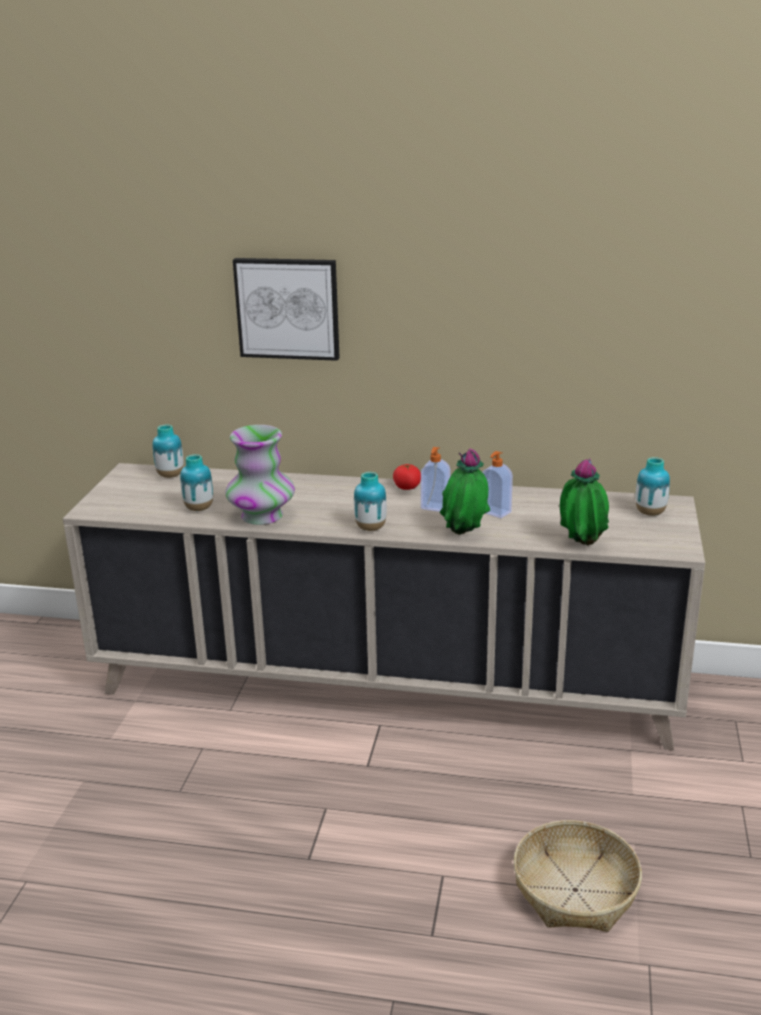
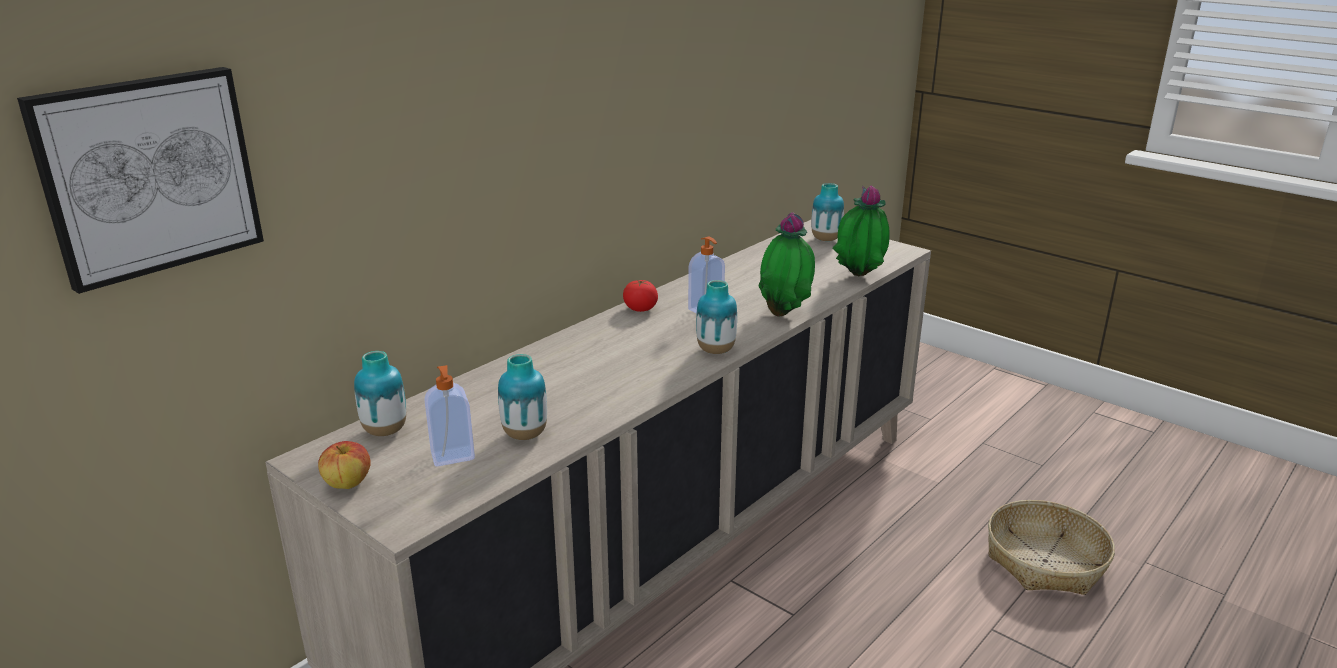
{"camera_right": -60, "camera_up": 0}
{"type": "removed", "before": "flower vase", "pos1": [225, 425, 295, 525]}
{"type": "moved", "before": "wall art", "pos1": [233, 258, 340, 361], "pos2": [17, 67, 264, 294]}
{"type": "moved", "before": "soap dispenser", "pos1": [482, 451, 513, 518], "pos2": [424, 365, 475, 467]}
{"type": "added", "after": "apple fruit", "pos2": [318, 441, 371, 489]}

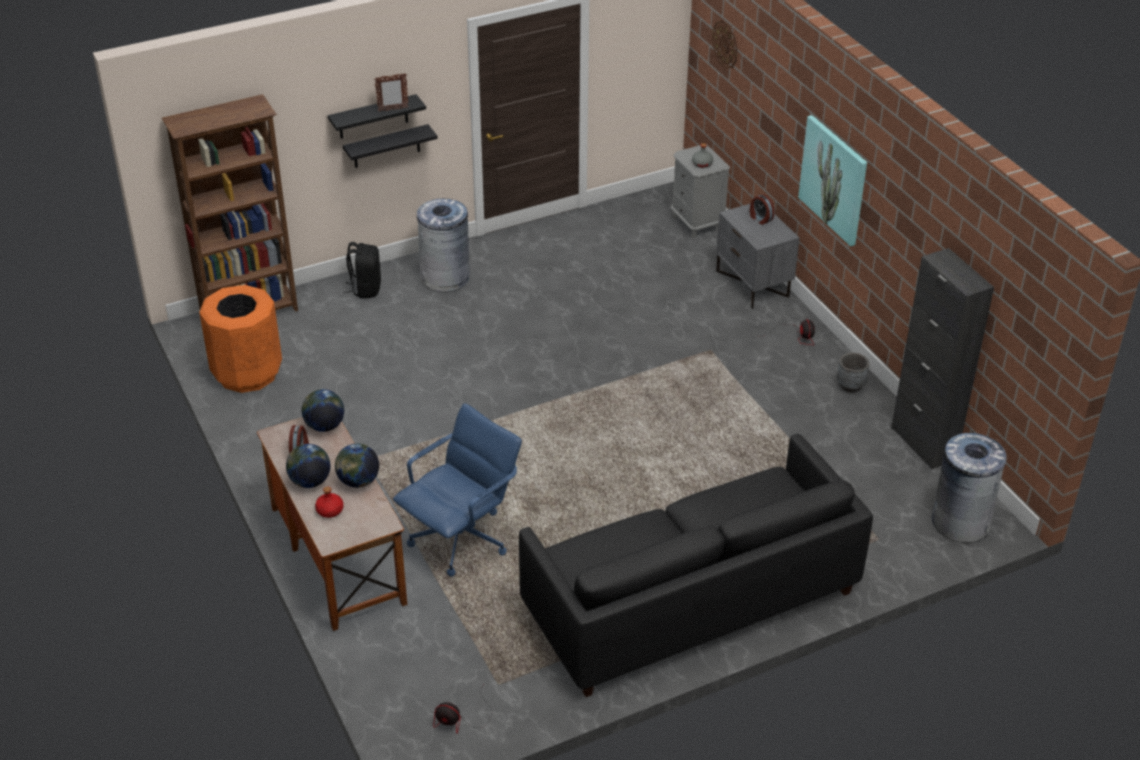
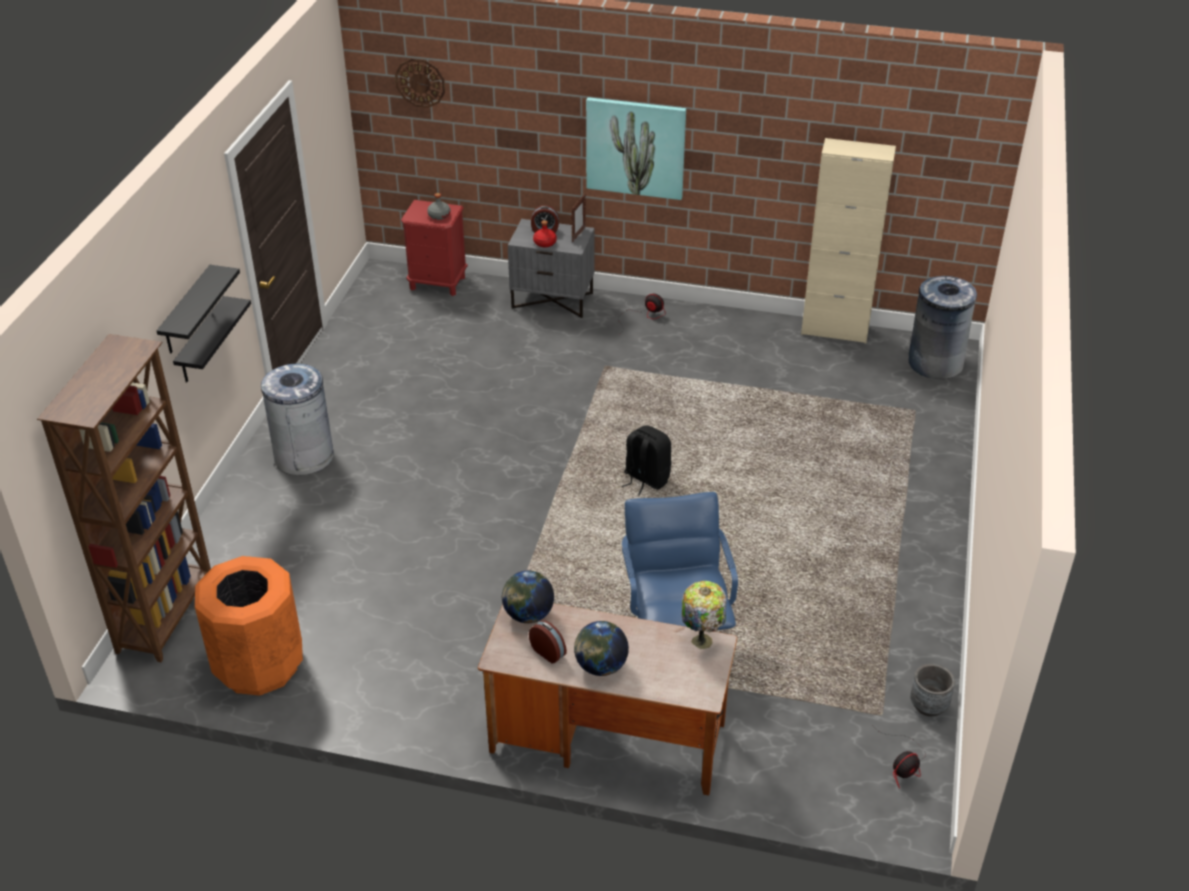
{"camera_right": -50, "camera_up": 0}
{"type": "moved", "before": "reddish beverage bottle", "pos1": [315, 487, 344, 518], "pos2": [533, 220, 557, 247]}
{"type": "removed", "before": "world globe", "pos1": [335, 443, 379, 488]}
{"type": "moved", "before": "blackish knapsack", "pos1": [344, 242, 381, 298], "pos2": [622, 425, 672, 496]}
{"type": "moved", "before": "picture frame", "pos1": [374, 73, 409, 112], "pos2": [571, 194, 586, 242]}
{"type": "removed", "before": "blackish settee", "pos1": [519, 434, 873, 697]}
{"type": "recoloured", "before": "gray nightstand", "after": "reddish nightstand", "pos1": [671, 144, 730, 239], "pos2": [401, 200, 468, 296]}
{"type": "moved", "before": "gray flower pot", "pos1": [837, 353, 870, 393], "pos2": [910, 664, 955, 717]}
{"type": "recoloured", "before": "blackish cupboard", "after": "beige cupboard", "pos1": [891, 248, 994, 469], "pos2": [801, 138, 896, 343]}
{"type": "added", "after": "tabletop lamp", "pos2": [682, 581, 727, 649]}

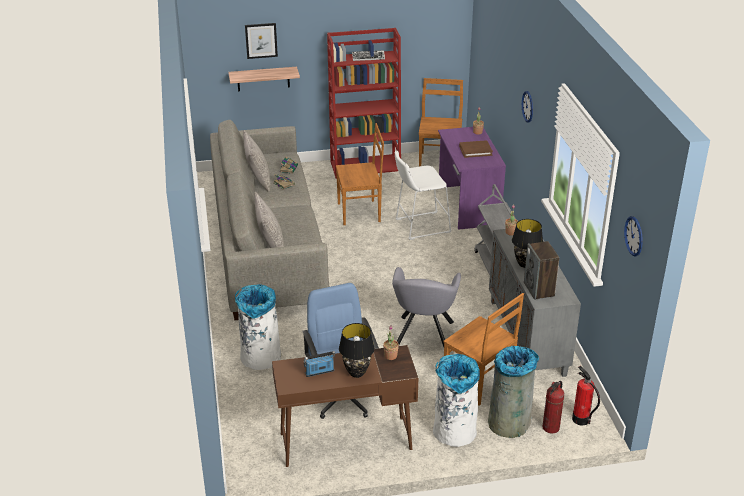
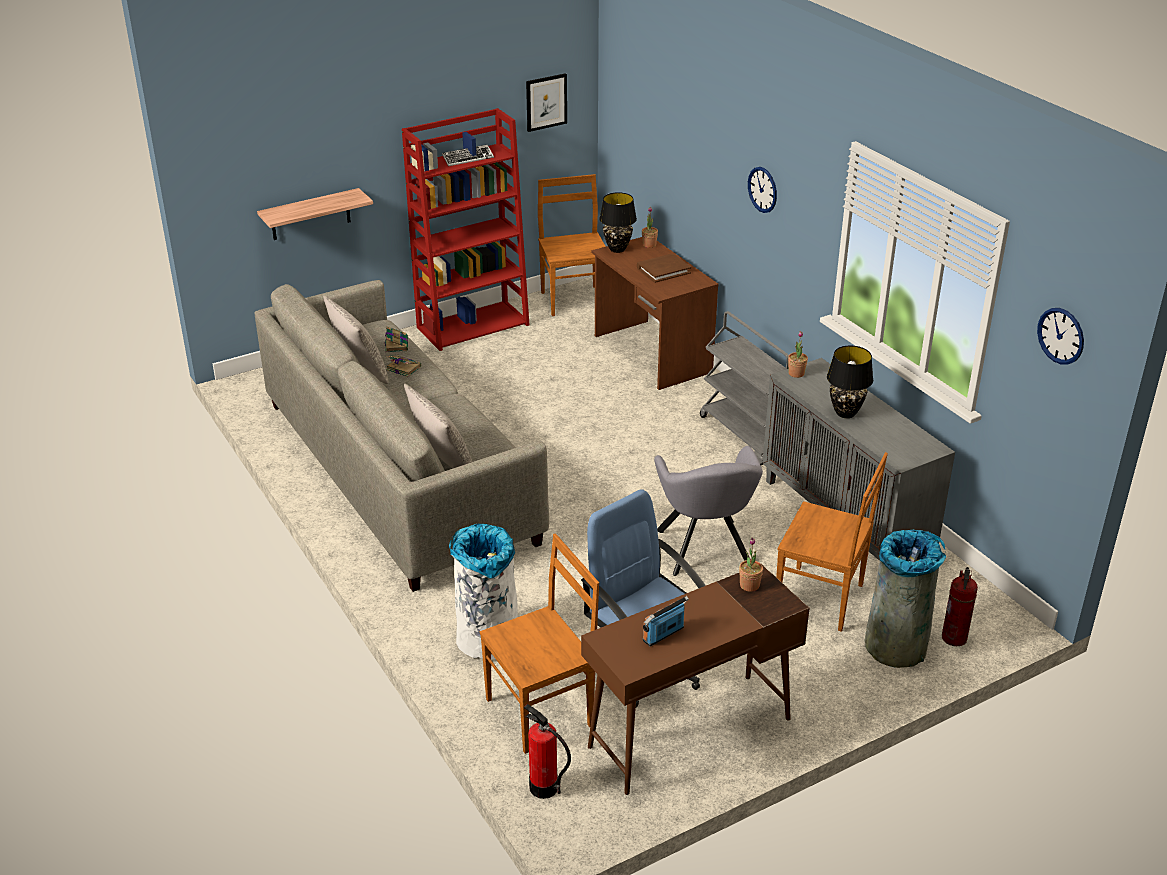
{"camera_right": -20, "camera_up": 0}
{"type": "moved", "before": "wall art", "pos1": [245, 23, 278, 59], "pos2": [526, 73, 567, 132]}
{"type": "moved", "before": "brown-coloured chair", "pos1": [336, 123, 384, 225], "pos2": [480, 534, 599, 754]}
{"type": "moved", "before": "blackish tabletop lamp", "pos1": [339, 323, 374, 378], "pos2": [599, 192, 637, 253]}
{"type": "removed", "before": "white-coloured stool", "pos1": [395, 150, 452, 240]}
{"type": "removed", "before": "white-coloured rubbish bin", "pos1": [433, 354, 480, 447]}
{"type": "recoloured", "before": "purplish desk unit", "after": "brown-coloured desk unit", "pos1": [438, 127, 506, 230], "pos2": [591, 237, 719, 390]}
{"type": "removed", "before": "loudspeaker", "pos1": [524, 241, 559, 300]}
{"type": "moved", "before": "fire extinguisher", "pos1": [572, 366, 600, 425], "pos2": [524, 704, 571, 799]}

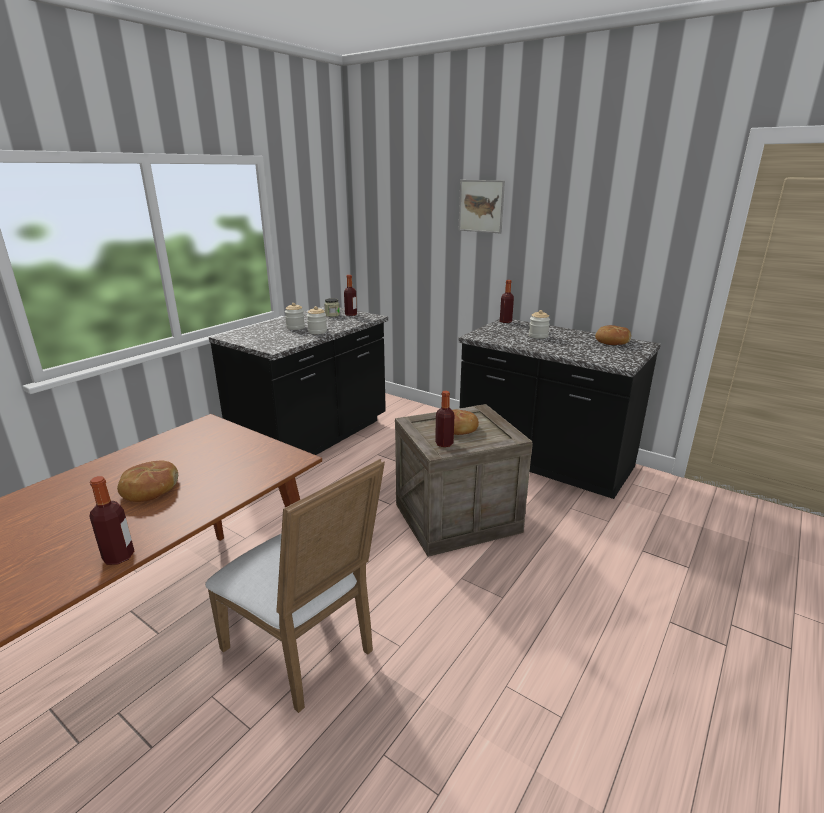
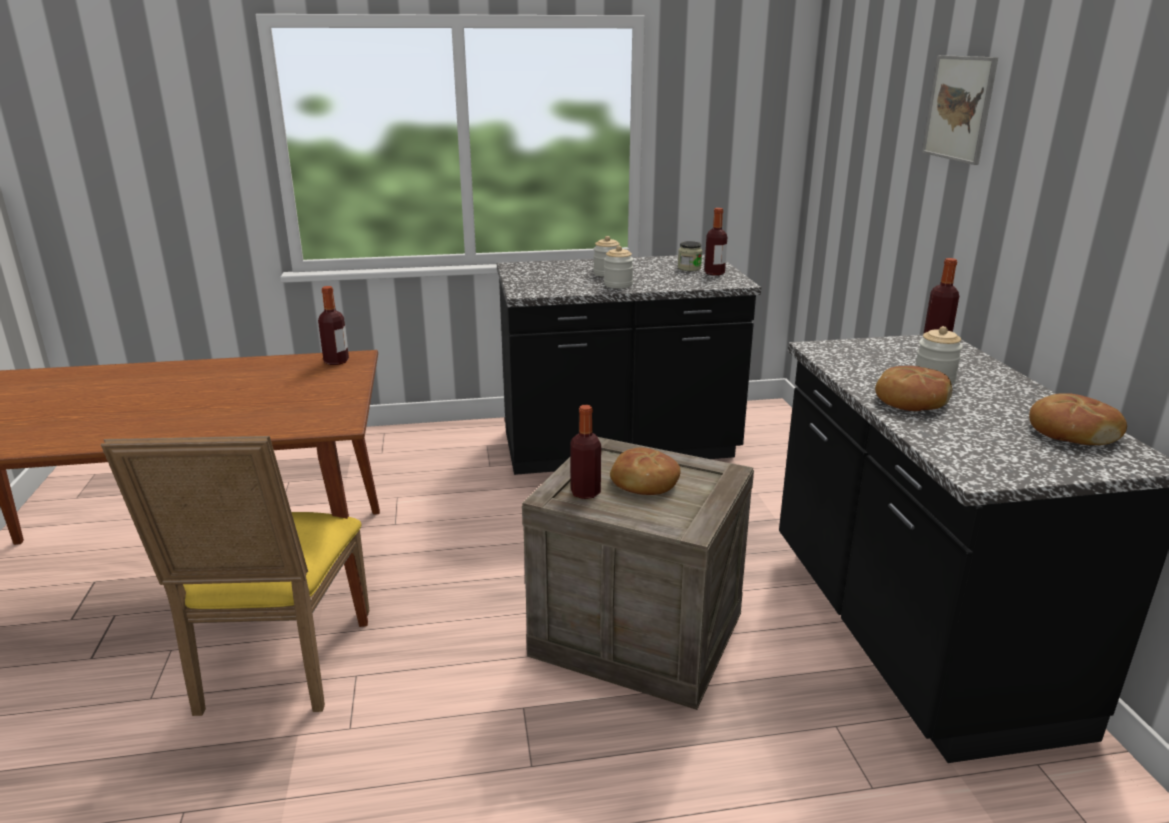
{"camera_right": 45, "camera_up": 0}
{"type": "moved", "before": "beverage bottle", "pos1": [89, 476, 134, 565], "pos2": [318, 286, 349, 365]}
{"type": "moved", "before": "baked bread", "pos1": [117, 460, 178, 502], "pos2": [875, 366, 952, 411]}
{"type": "recoloured", "before": "white-coloured chair", "after": "yellow chair", "pos1": [205, 459, 385, 713], "pos2": [100, 436, 369, 716]}

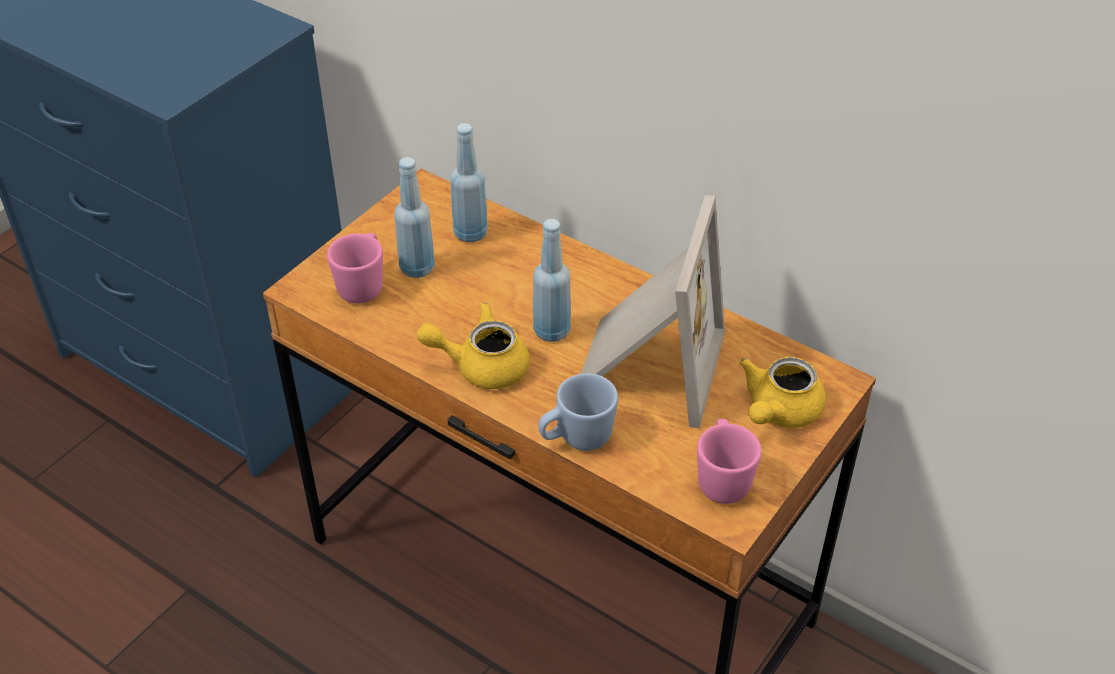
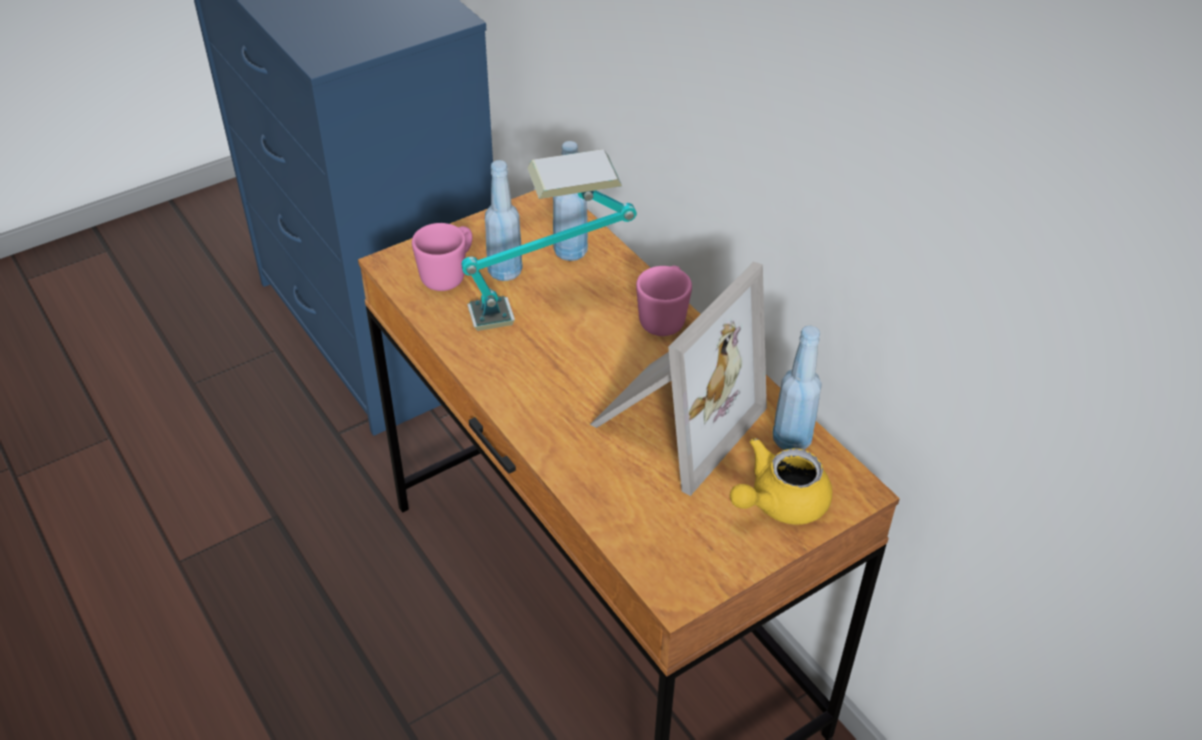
{"camera_right": 20, "camera_up": 0}
{"type": "removed", "before": "yellow pot for tea", "pos1": [417, 302, 530, 389]}
{"type": "moved", "before": "blue-coloured beverage bottle", "pos1": [533, 219, 571, 342], "pos2": [773, 326, 822, 450]}
{"type": "removed", "before": "blue-coloured coffee mug", "pos1": [538, 373, 618, 451]}
{"type": "moved", "before": "pink coffee mug", "pos1": [697, 419, 761, 504], "pos2": [636, 266, 692, 336]}
{"type": "added", "after": "tabletop lamp", "pos2": [461, 149, 637, 331]}

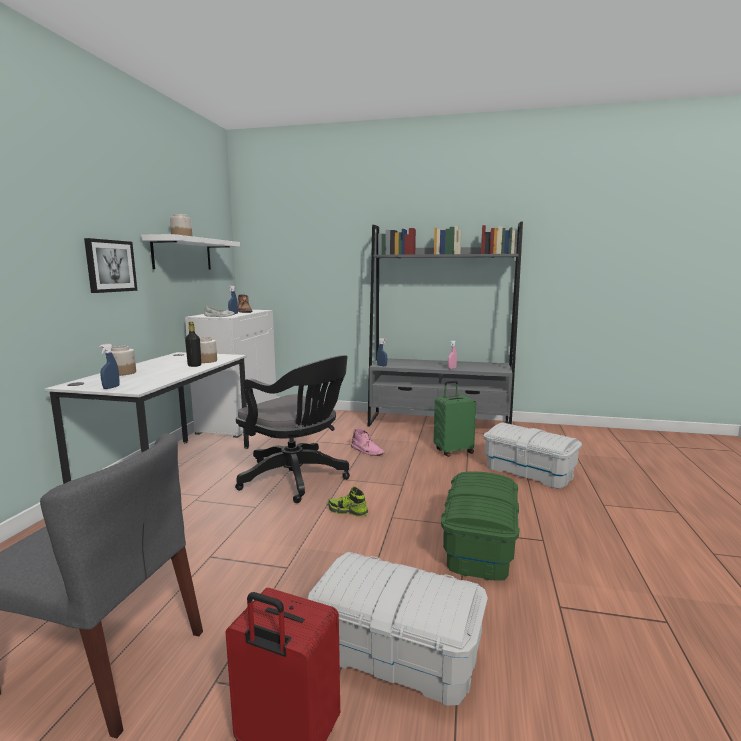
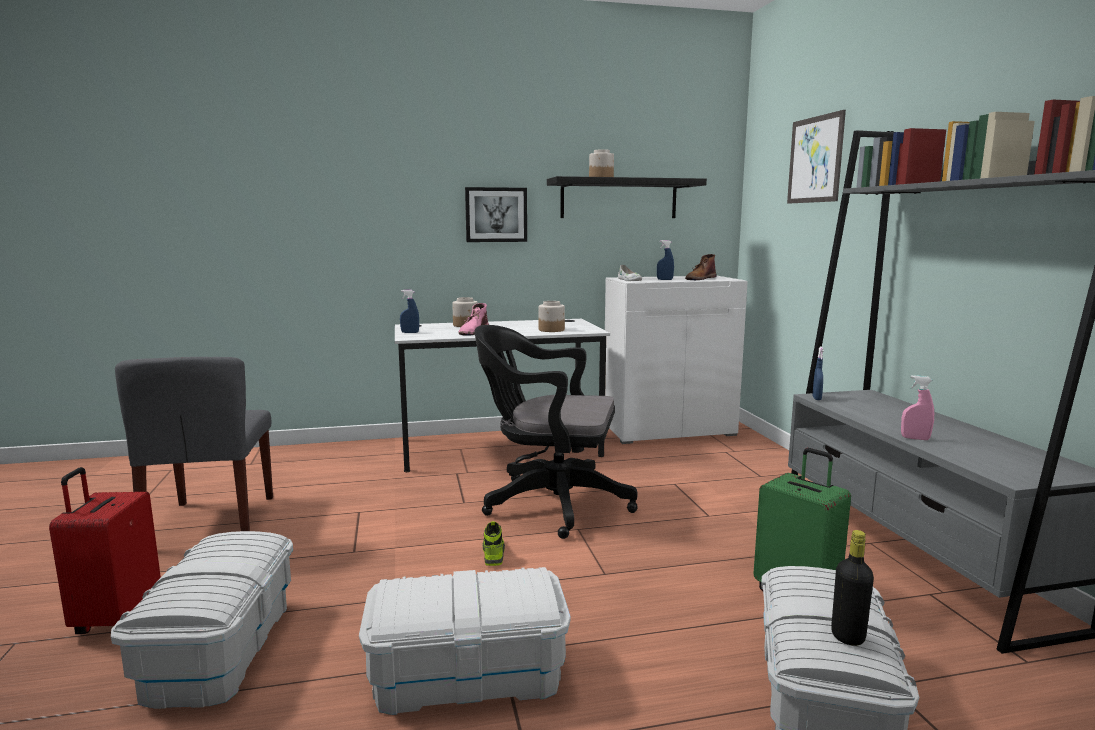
{"camera_right": 65, "camera_up": 0}
{"type": "recoloured", "before": "white-coloured wall shelf", "after": "blackish wall shelf", "pos1": [141, 234, 240, 270], "pos2": [547, 176, 707, 218]}
{"type": "moved", "before": "blackish beverage bottle", "pos1": [185, 322, 201, 367], "pos2": [831, 530, 874, 646]}
{"type": "turned", "before": "blackish computer chair", "pos1": [235, 355, 350, 503], "pos2": [474, 325, 638, 539], "turn": 90}
{"type": "moved", "before": "pink boot", "pos1": [351, 429, 385, 456], "pos2": [458, 303, 489, 336]}
{"type": "recoloured", "before": "green-coloured storage box", "after": "white-coloured storage box", "pos1": [441, 471, 520, 581], "pos2": [359, 567, 571, 715]}
{"type": "added", "after": "wall art", "pos2": [787, 110, 846, 204]}

